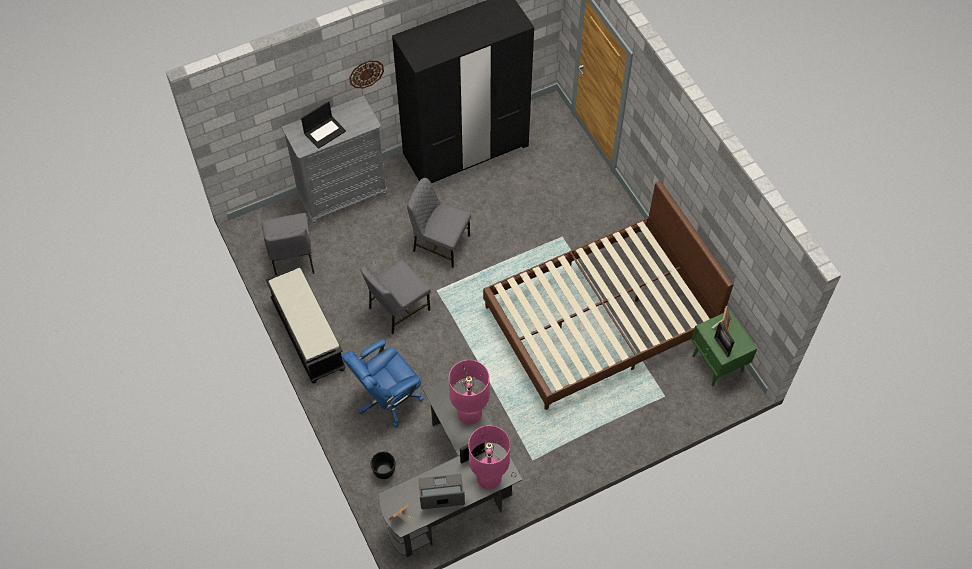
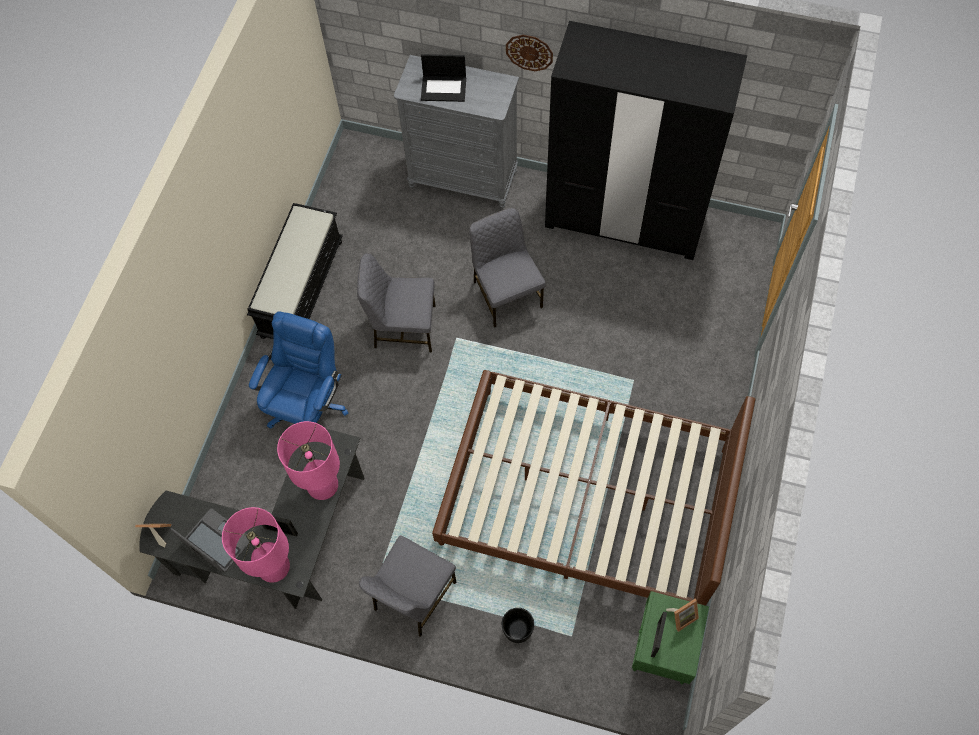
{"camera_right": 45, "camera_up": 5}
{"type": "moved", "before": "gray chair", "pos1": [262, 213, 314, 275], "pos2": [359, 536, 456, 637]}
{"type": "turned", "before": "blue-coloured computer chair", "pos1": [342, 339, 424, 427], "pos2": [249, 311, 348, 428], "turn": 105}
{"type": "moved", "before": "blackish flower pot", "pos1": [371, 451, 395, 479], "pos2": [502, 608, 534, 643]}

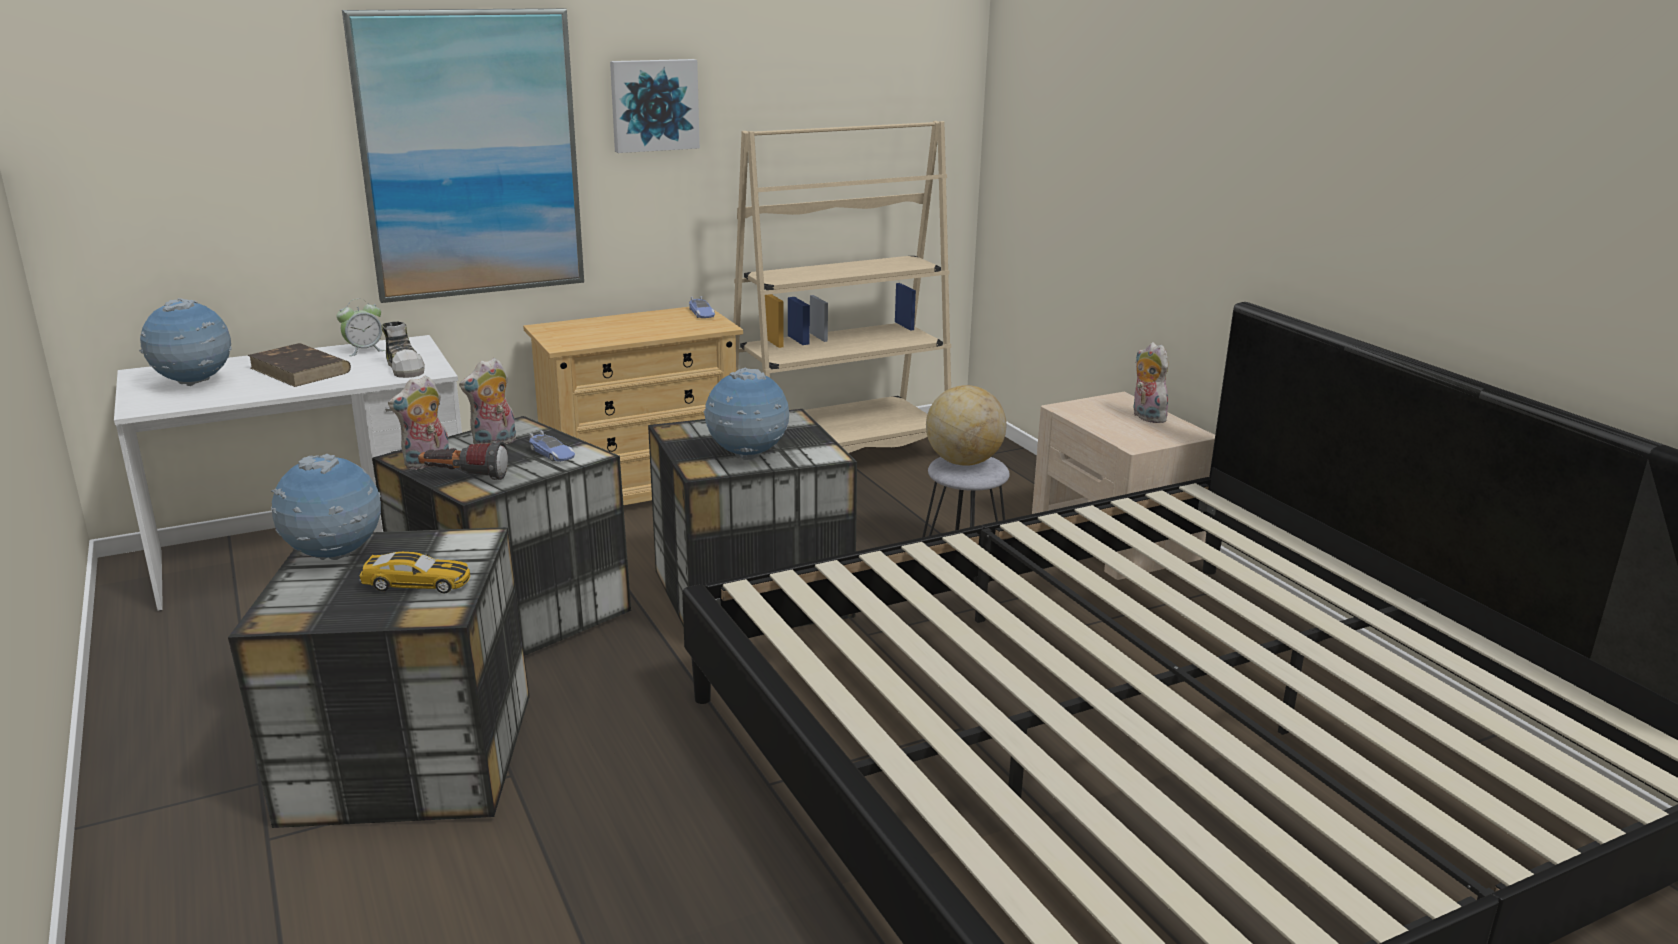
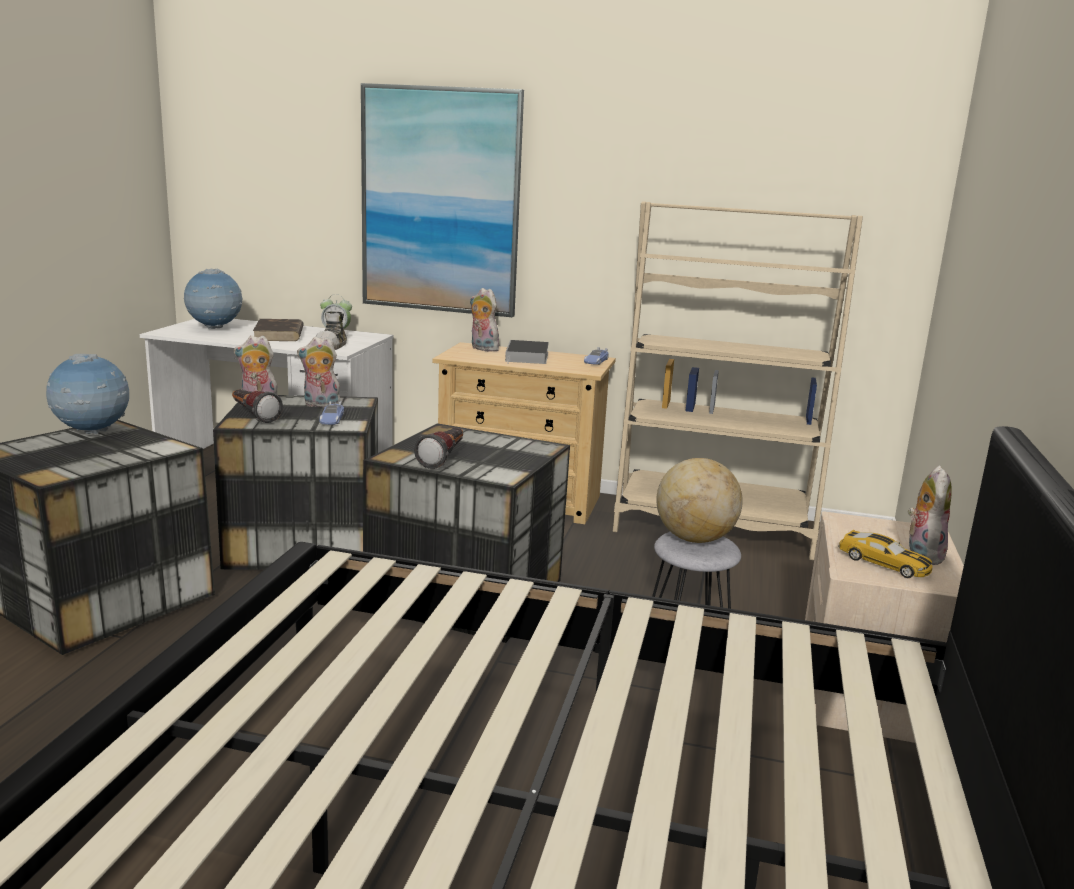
{"camera_right": 40, "camera_up": -5}
{"type": "moved", "before": "model car", "pos1": [359, 552, 470, 593], "pos2": [838, 530, 933, 578]}
{"type": "removed", "before": "wall art", "pos1": [610, 59, 700, 153]}
{"type": "replaced", "before": "world globe", "after": "torch", "pos1": [704, 368, 789, 460], "pos2": [414, 428, 463, 469]}
{"type": "added", "after": "cuddly toy", "pos2": [470, 288, 499, 351]}
{"type": "added", "after": "bound book", "pos2": [505, 340, 549, 364]}

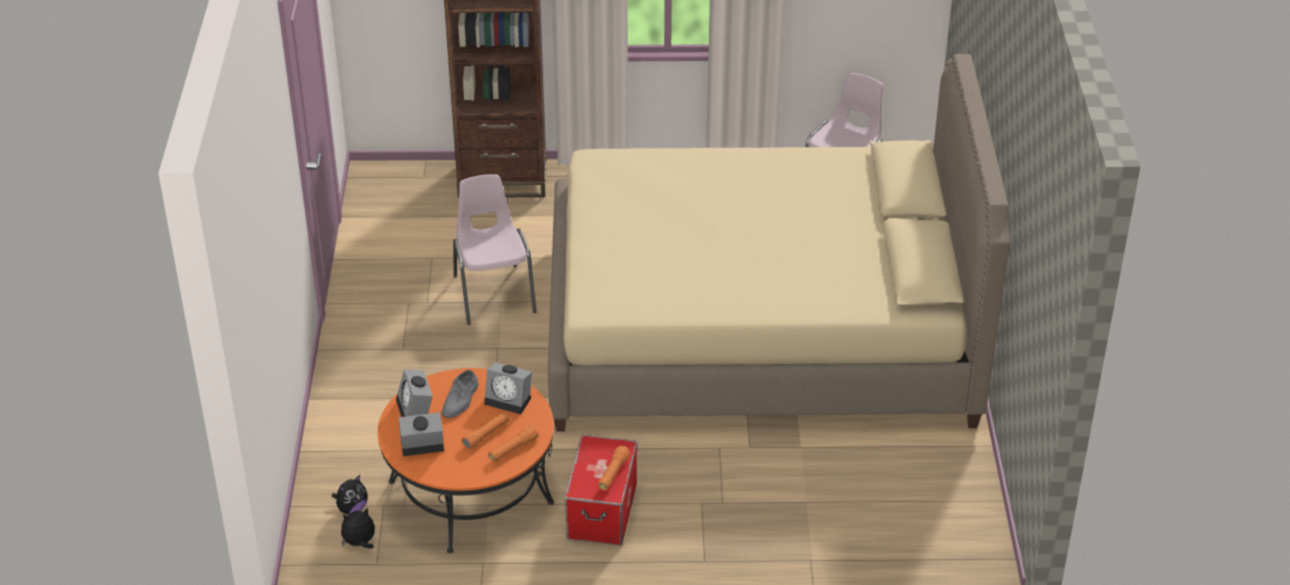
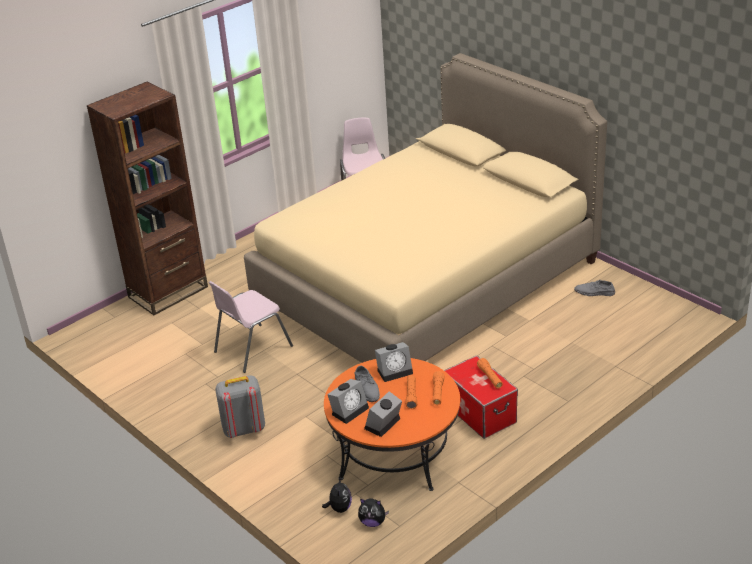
{"camera_right": -40, "camera_up": -5}
{"type": "turned", "before": "cuddly toy", "pos1": [341, 507, 375, 549], "pos2": [358, 498, 389, 527], "turn": -105}
{"type": "turned", "before": "bedside clock", "pos1": [396, 369, 433, 417], "pos2": [327, 379, 369, 424], "turn": -75}
{"type": "turned", "before": "pink chair", "pos1": [453, 174, 537, 325], "pos2": [208, 281, 293, 373], "turn": -75}
{"type": "added", "after": "gray knapsack", "pos2": [215, 375, 265, 438]}
{"type": "added", "after": "gray low shoe", "pos2": [574, 279, 615, 296]}

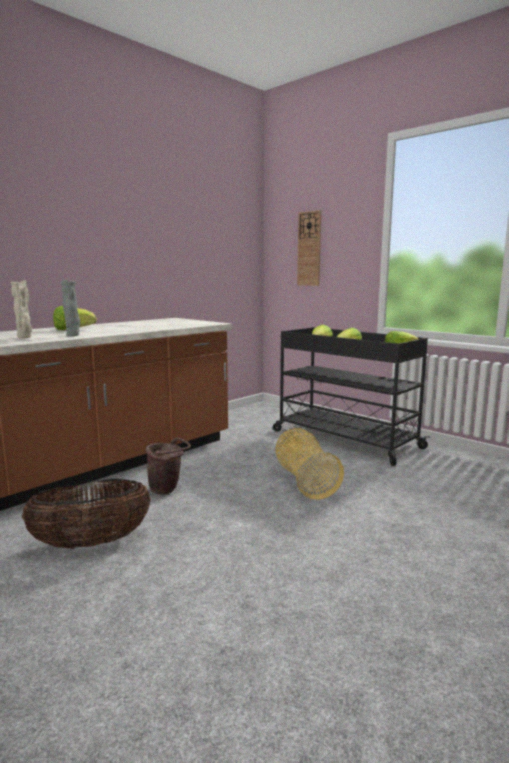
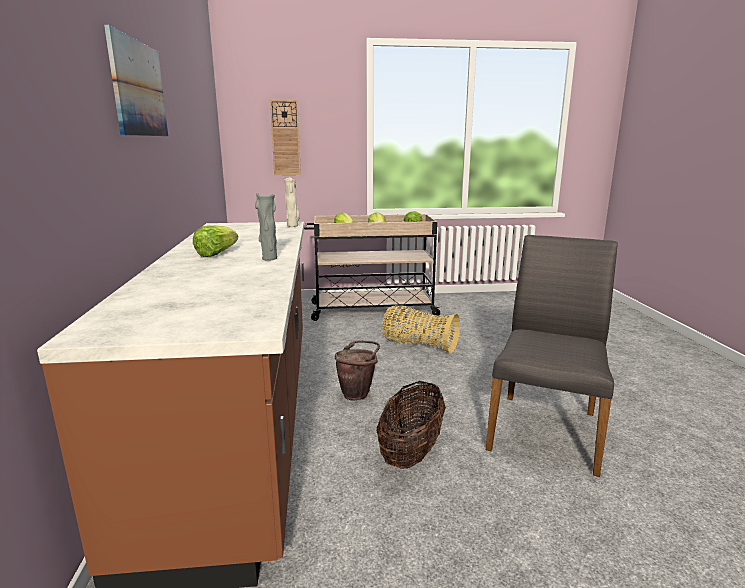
{"camera_right": -50, "camera_up": 5}
{"type": "moved", "before": "beige flower vase", "pos1": [10, 280, 32, 338], "pos2": [284, 177, 300, 227]}
{"type": "recoloured", "before": "blackish wheeled cart", "after": "beige wheeled cart", "pos1": [273, 327, 430, 466], "pos2": [304, 214, 442, 321]}
{"type": "added", "after": "wall art", "pos2": [104, 25, 168, 136]}
{"type": "added", "after": "gray chair", "pos2": [486, 235, 618, 477]}

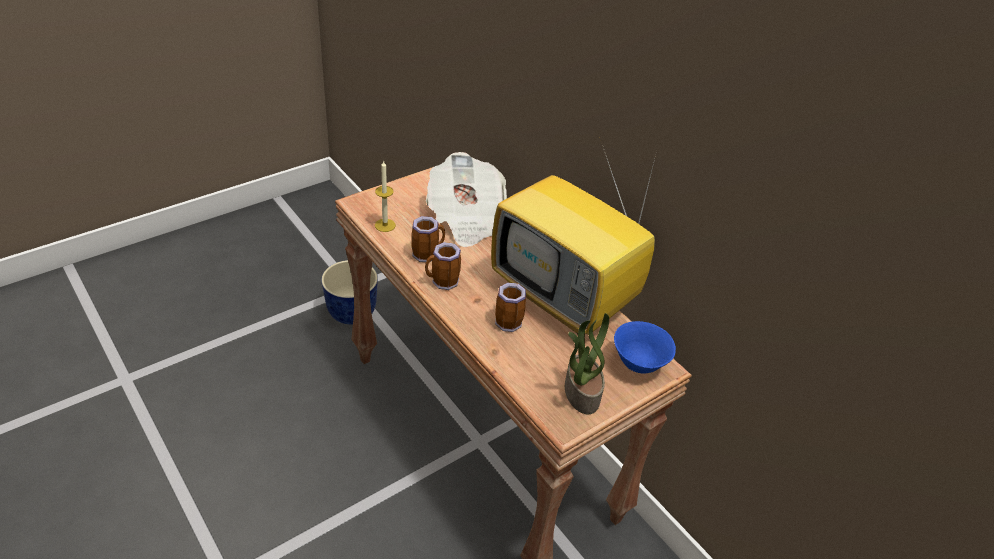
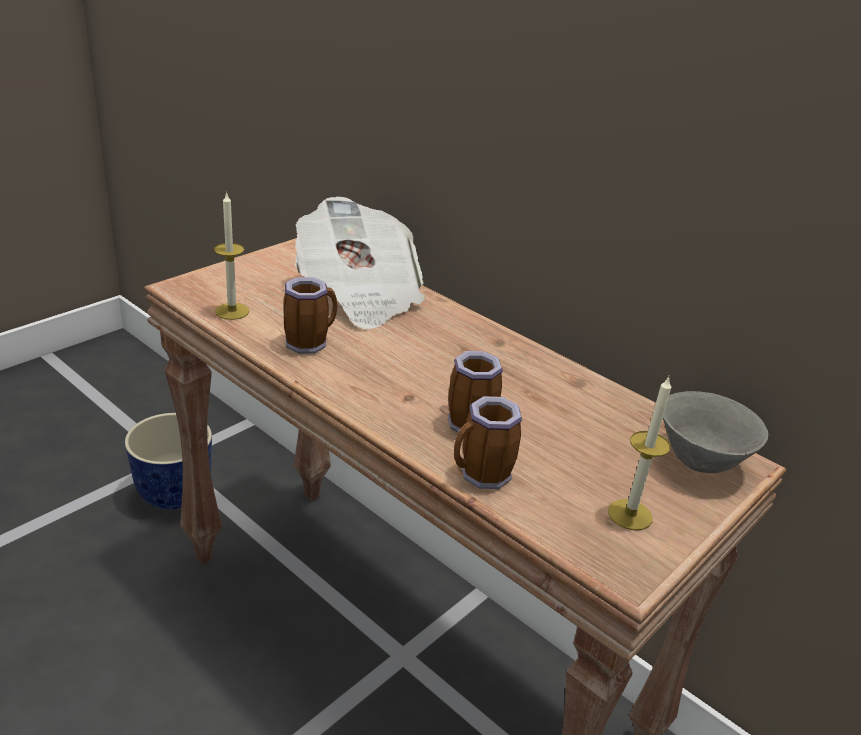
{"camera_right": -10, "camera_up": -10}
{"type": "moved", "before": "coffee mug", "pos1": [425, 242, 461, 290], "pos2": [454, 396, 522, 489]}
{"type": "removed", "before": "television", "pos1": [491, 145, 657, 335]}
{"type": "replaced", "before": "plant in a pot", "after": "wax candle", "pos1": [565, 313, 609, 414], "pos2": [608, 377, 671, 530]}
{"type": "recoloured", "before": "blue-coloured bowl", "after": "gray bowl", "pos1": [614, 321, 676, 374], "pos2": [663, 391, 769, 473]}

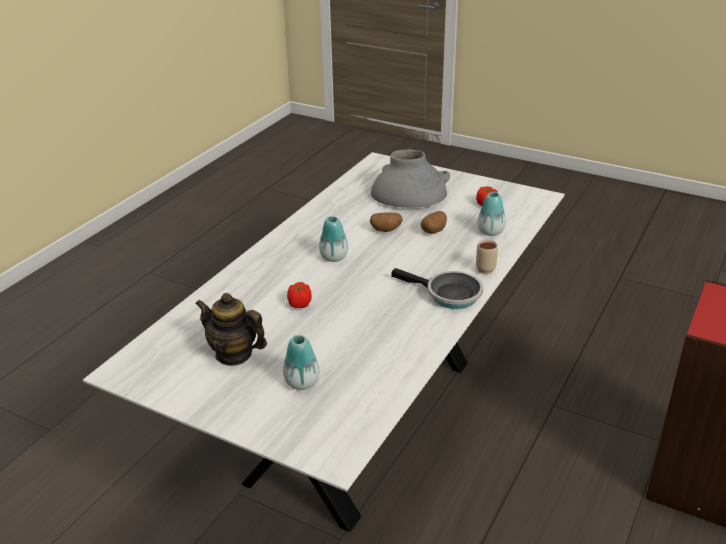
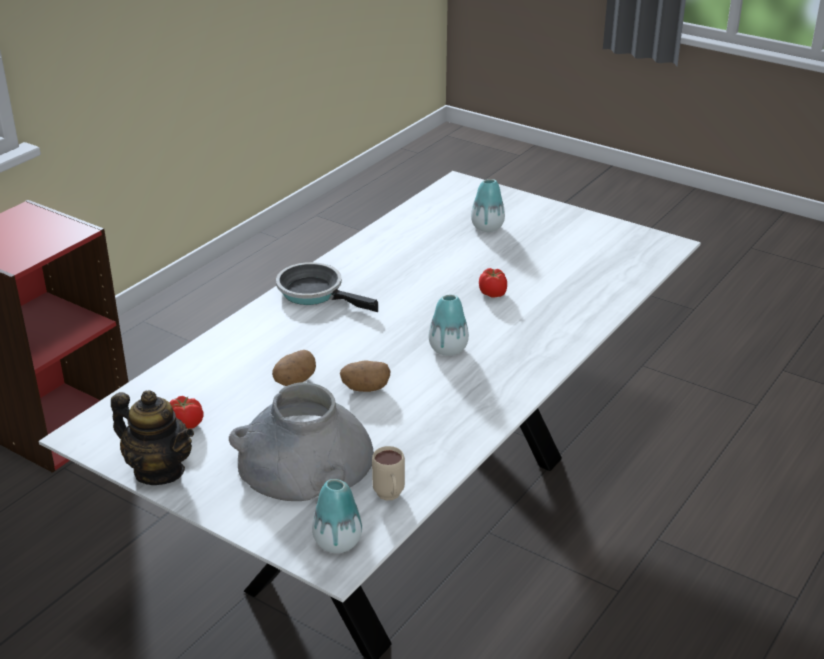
{"camera_right": -175, "camera_up": 0}
{"type": "moved", "before": "pot for tea", "pos1": [195, 293, 267, 366], "pos2": [111, 390, 194, 485]}
{"type": "moved", "before": "beige coffee mug", "pos1": [476, 240, 498, 274], "pos2": [372, 446, 405, 501]}
{"type": "moved", "before": "flower vase", "pos1": [478, 192, 506, 236], "pos2": [312, 479, 362, 553]}

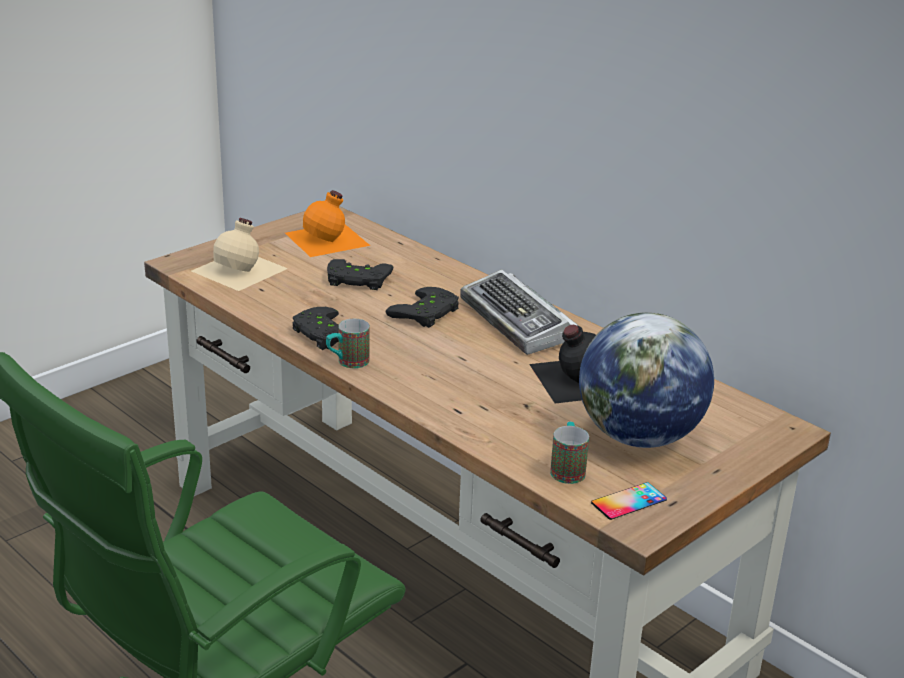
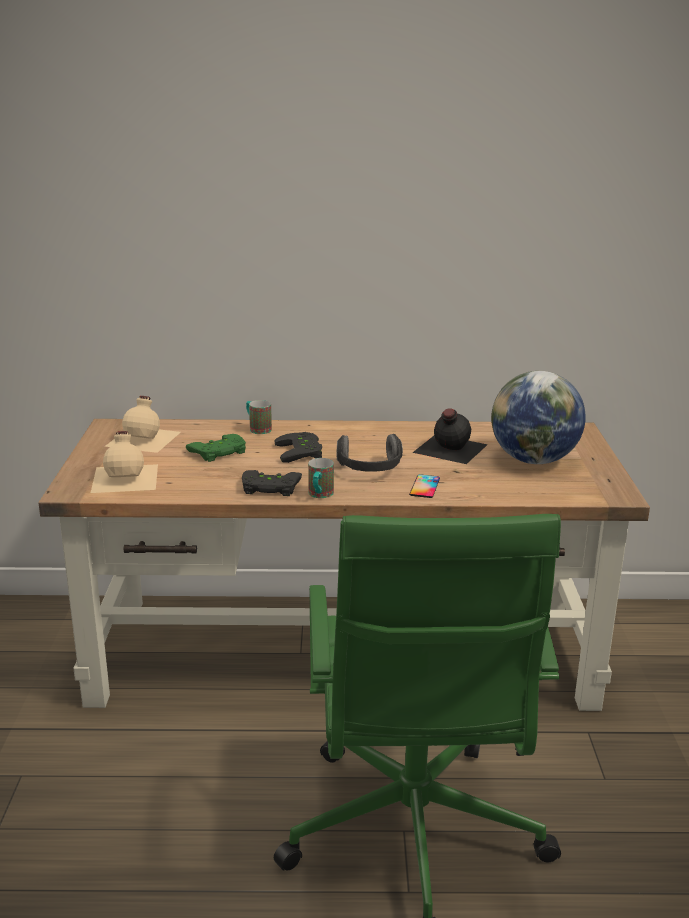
{"camera_right": -45, "camera_up": -5}
{"type": "recoloured", "before": "orange-coloured beverage bottle", "after": "beige beverage bottle", "pos1": [285, 190, 370, 257], "pos2": [105, 396, 181, 453]}
{"type": "recoloured", "before": "blackish game controller", "after": "green-coloured game controller", "pos1": [327, 259, 393, 290], "pos2": [186, 434, 246, 462]}
{"type": "removed", "before": "PC keyboard", "pos1": [460, 269, 579, 355]}
{"type": "moved", "before": "coffee mug", "pos1": [550, 422, 589, 484], "pos2": [246, 400, 272, 434]}
{"type": "moved", "before": "handset", "pos1": [591, 482, 667, 520], "pos2": [409, 474, 440, 498]}
{"type": "added", "after": "pair of headphones", "pos2": [337, 434, 403, 472]}

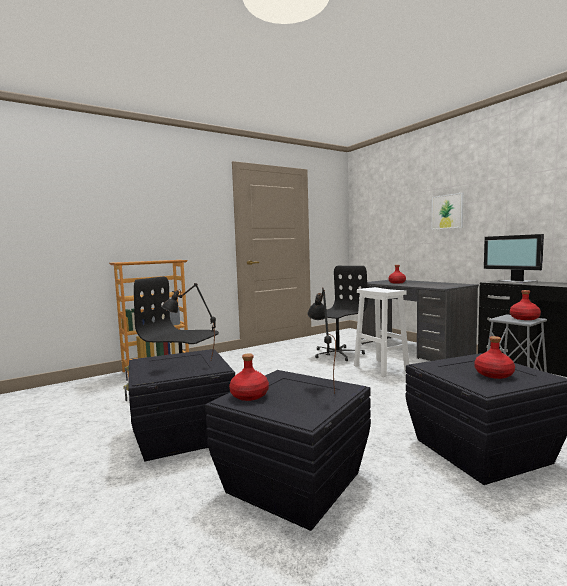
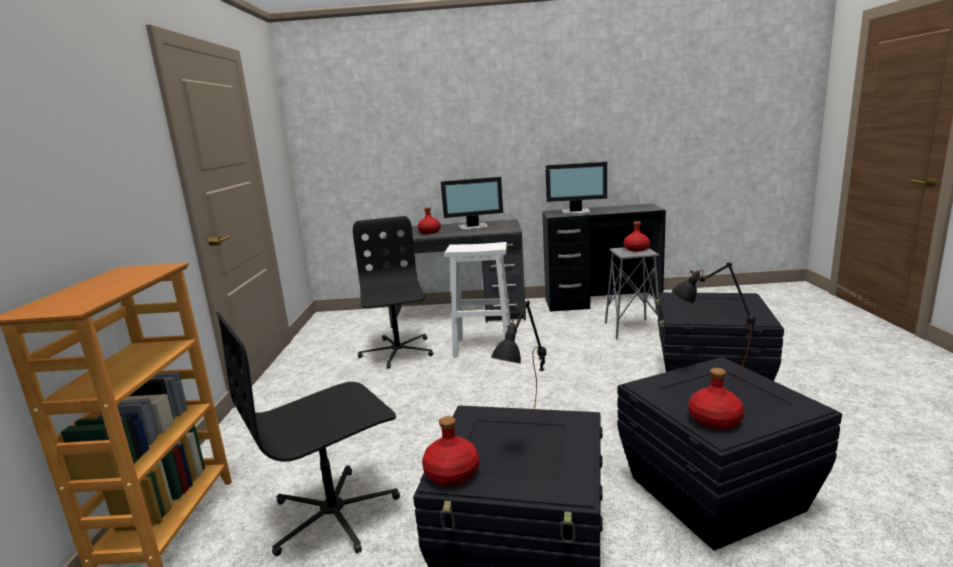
{"camera_right": -55, "camera_up": 10}
{"type": "removed", "before": "wall art", "pos1": [432, 192, 464, 230]}
{"type": "moved", "before": "reddish beverage bottle", "pos1": [474, 336, 515, 379], "pos2": [422, 416, 479, 485]}
{"type": "added", "after": "computer screen", "pos2": [441, 177, 503, 231]}

